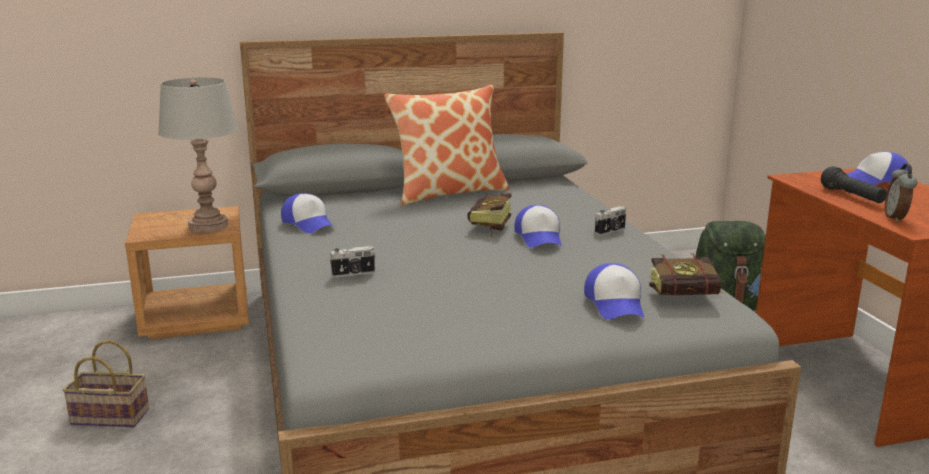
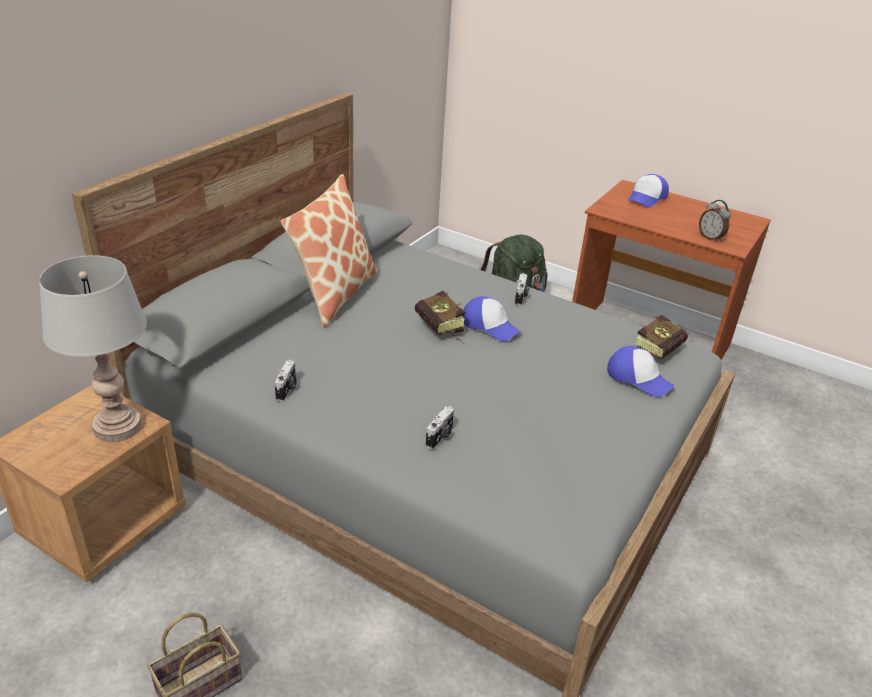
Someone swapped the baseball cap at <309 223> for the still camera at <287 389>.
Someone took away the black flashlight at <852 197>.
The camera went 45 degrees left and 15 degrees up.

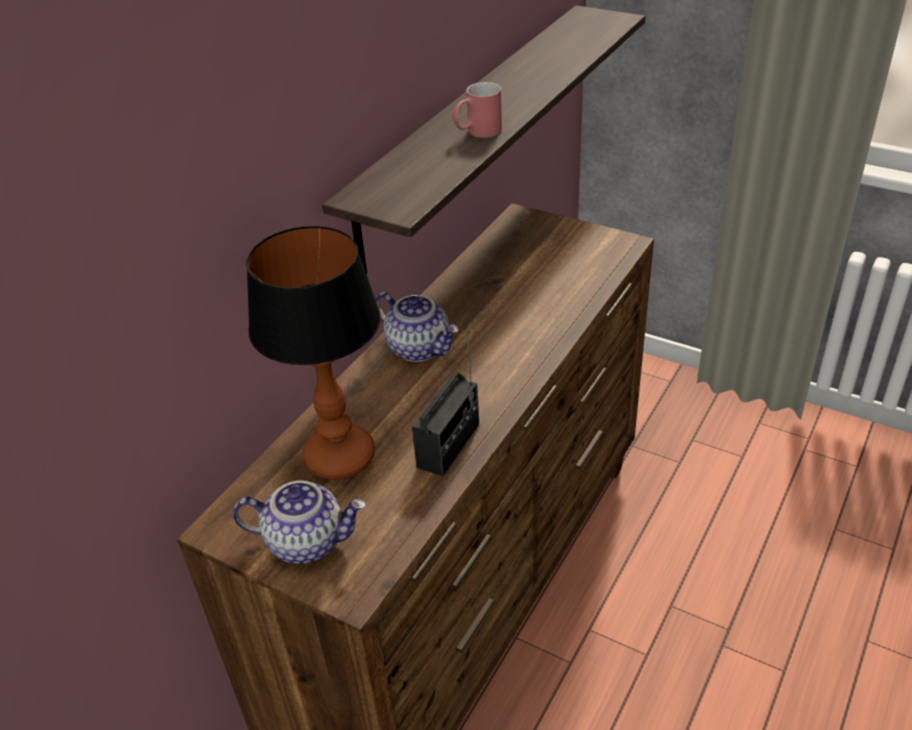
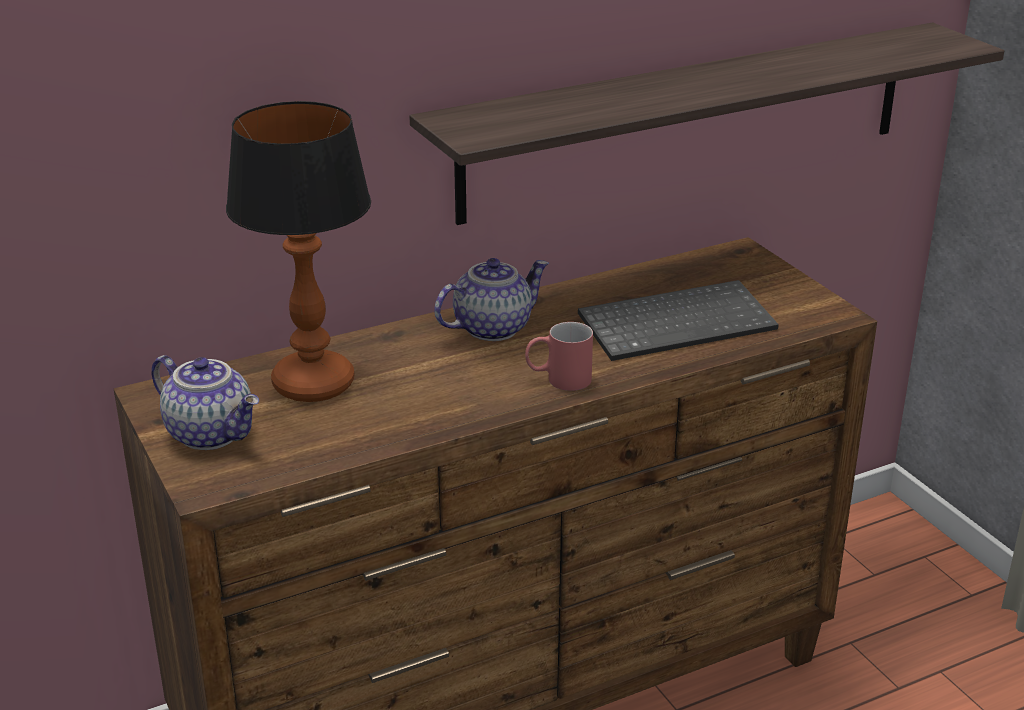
Someone rotated the teapot at <420 348> by 105 degrees counterclockwise.
Someone carried the red-coloured mug from <477 133> to <558 380>.
Someone put down the computer keyboard at <677 323>.
Someone took away the radio set at <449 446>.
The camera went 30 degrees right and 10 degrees down.

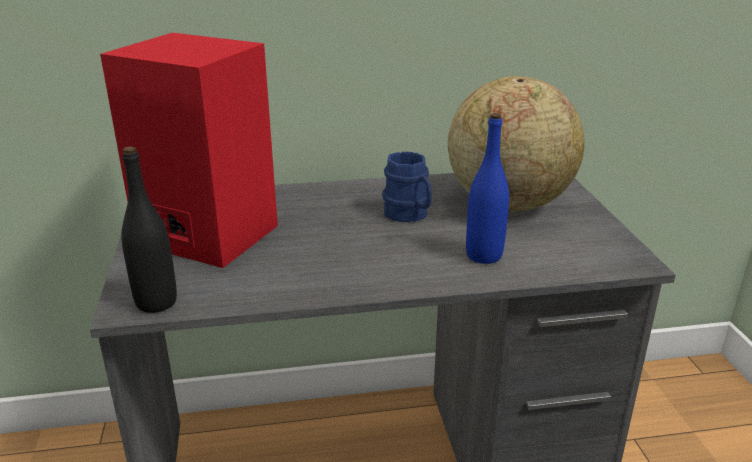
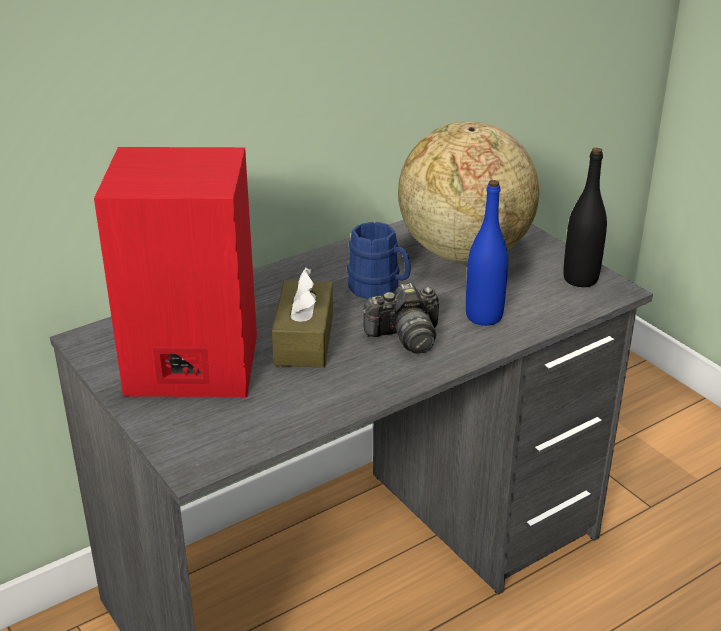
Someone put down the brown tissue box at <304 340>.
Someone put down the still camera at <405 336>.
Someone carried the black beverage bottle from <156 302> to <580 279>.
The camera went 25 degrees left and 5 degrees up.

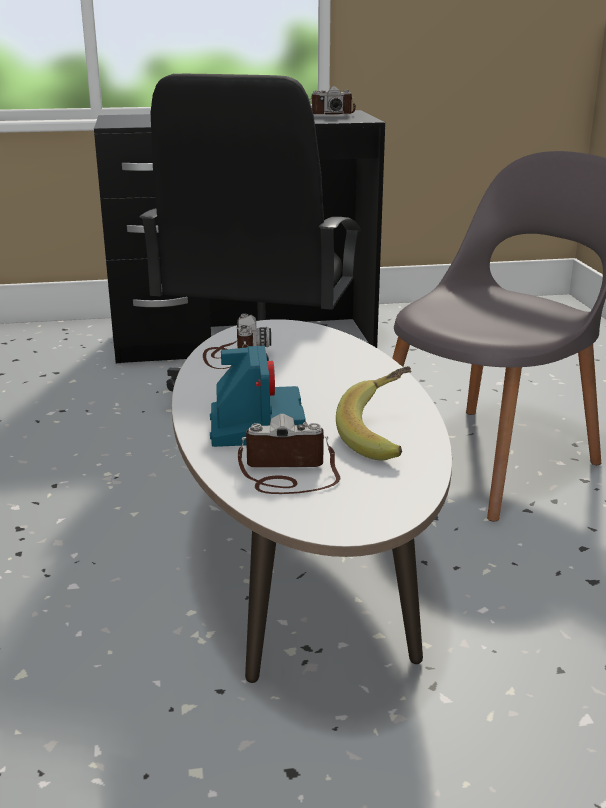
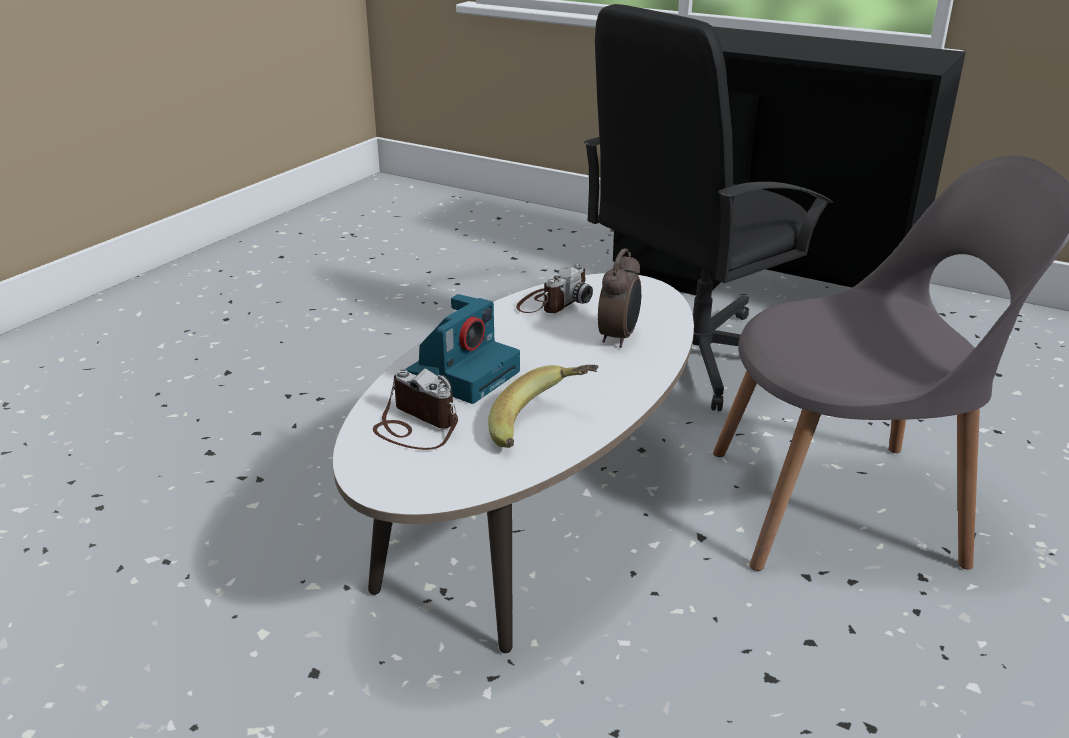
Someone put down the table clock at <619 337>.
Someone took away the still camera at <328 115>.
The camera went 40 degrees right and 5 degrees up.

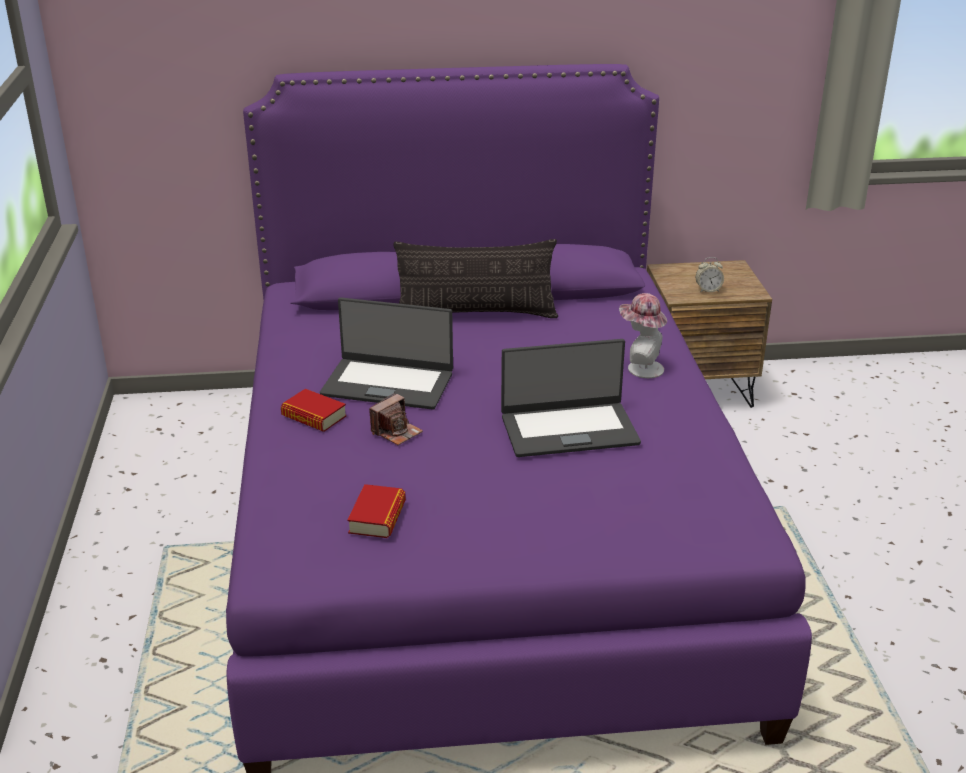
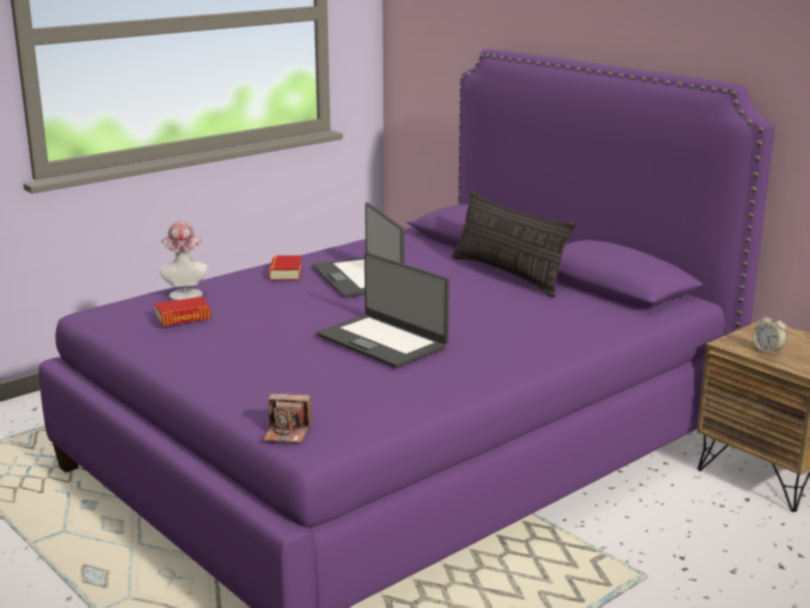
Someone carried the clothing hat from <640 368> to <185 293>.
Someone carried the still camera from <396 432> to <288 432>.
The camera went 55 degrees right and 10 degrees down.

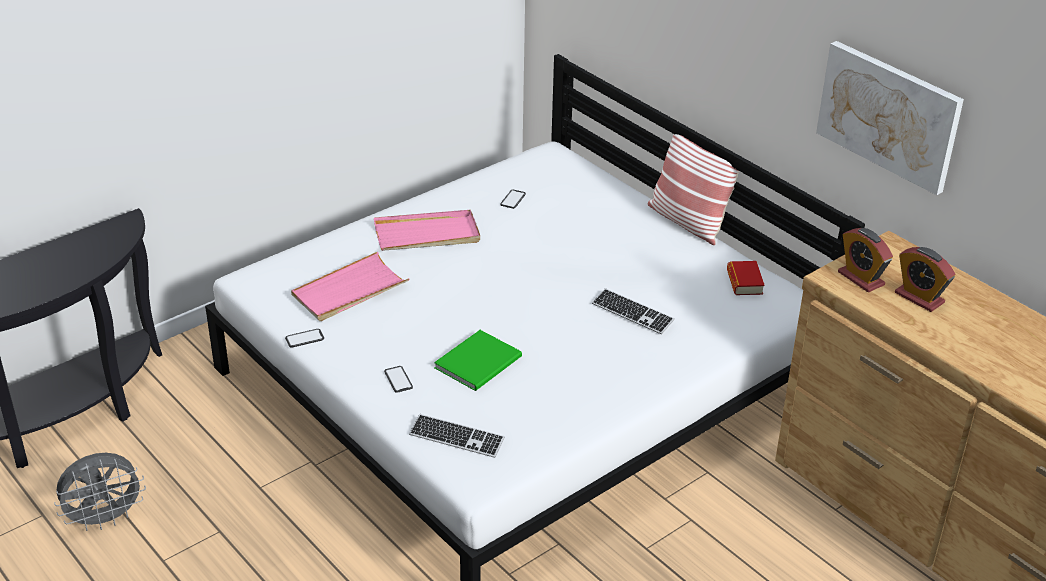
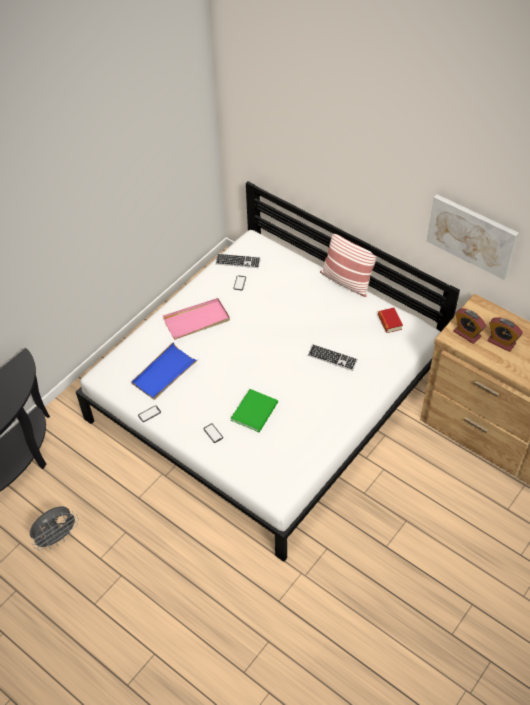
Someone repainted the pink tray at <349 291>, which became the blue-coloured tray at <164 373>.
Someone carried the computer keyboard from <457 438> to <238 262>.
The camera went 10 degrees left and 15 degrees up.

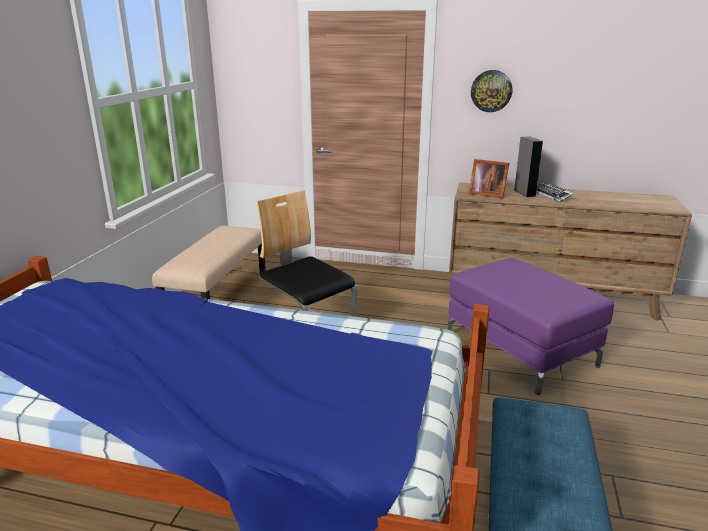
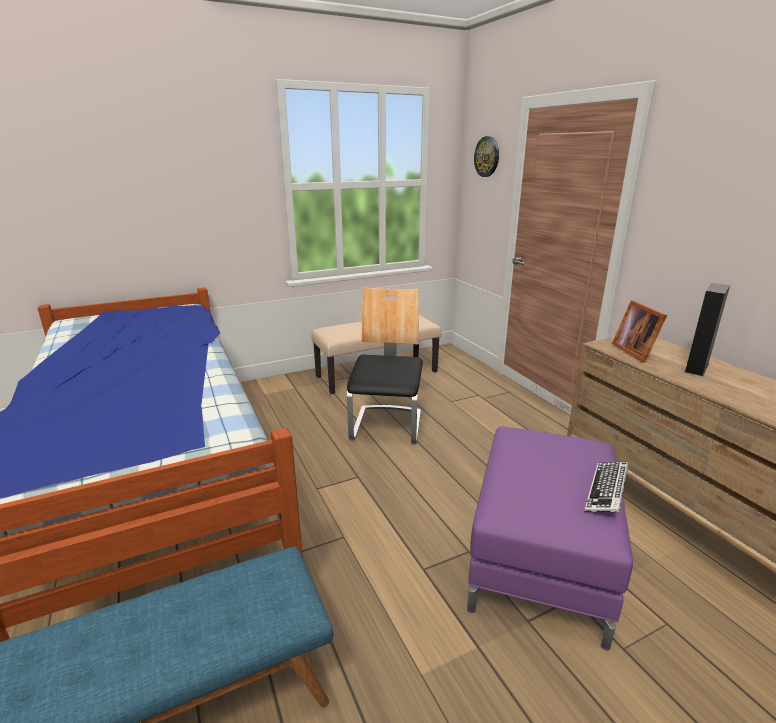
Someone carried the clock on the wall from <491 91> to <487 156>.
Someone carried the computer keyboard from <550 194> to <606 491>.
The camera went 50 degrees right and 0 degrees up.

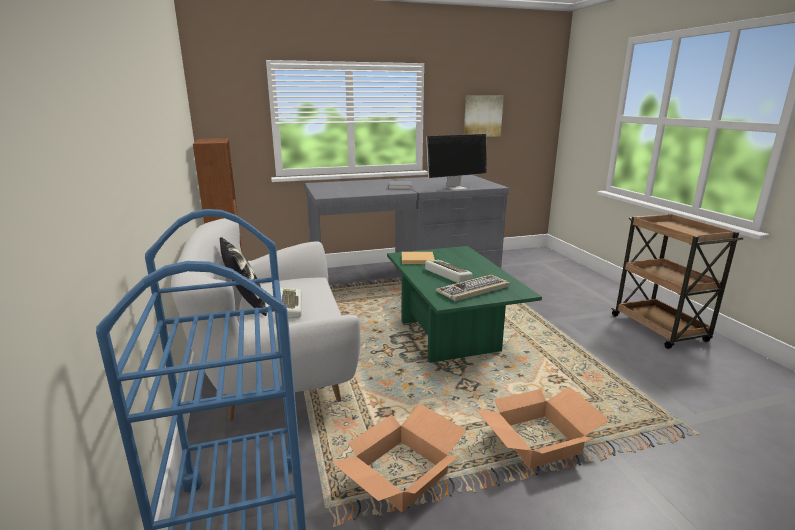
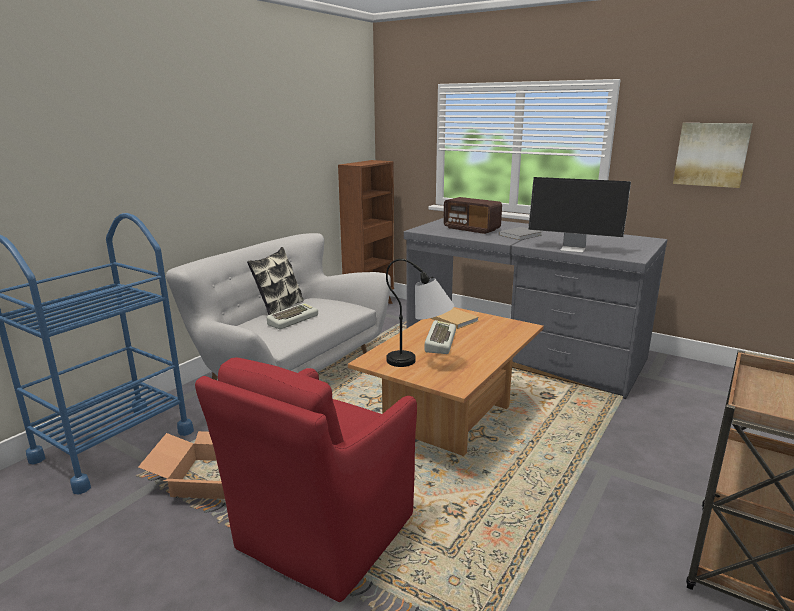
Someone swapped the carton at <537 442> for the red-coloured lounge chair at <322 535>.
Someone repainted the green-coloured lounge table at <452 336>, which became the brown lounge table at <450 419>.
Someone swapped the computer keyboard at <473 290> for the lamp for a table at <420 363>.
Someone put down the radio set at <471 229>.
The camera went 50 degrees right and 0 degrees up.

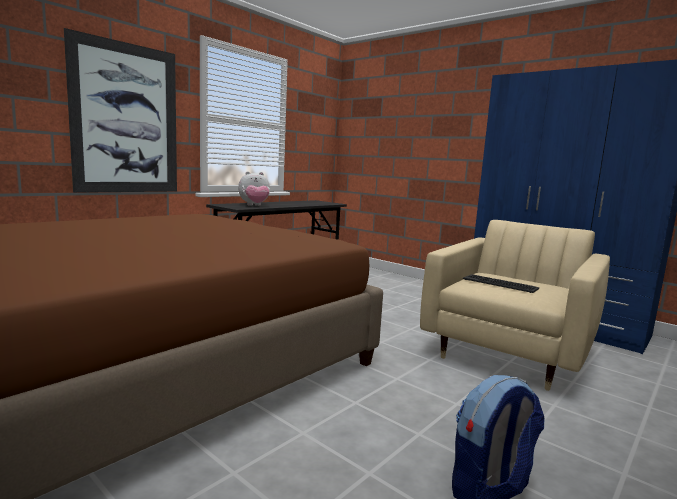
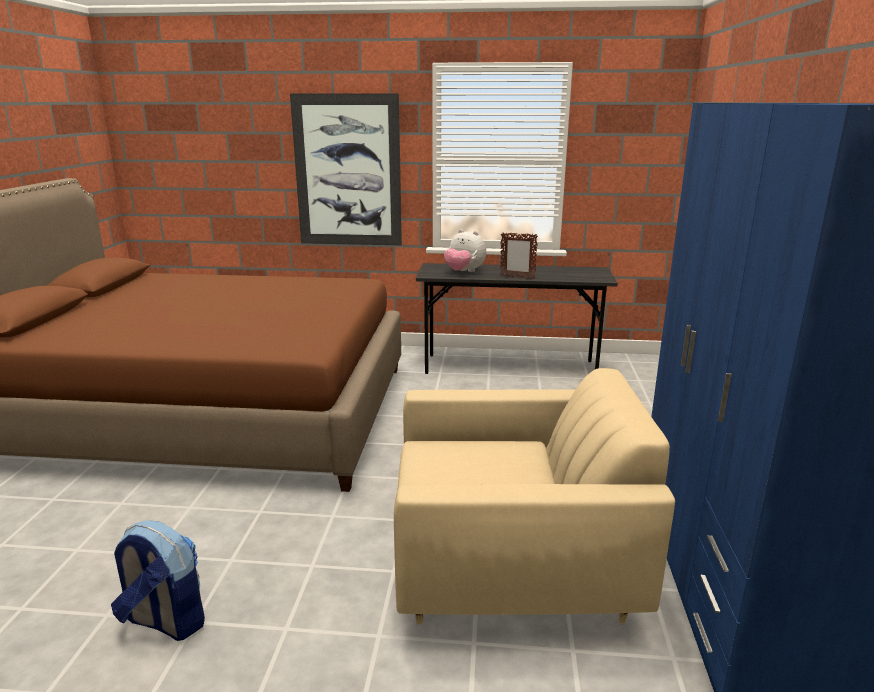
Someone put down the standing frame at <517 277>.
Someone took away the computer keyboard at <500 284>.
The camera went 55 degrees right and 10 degrees up.

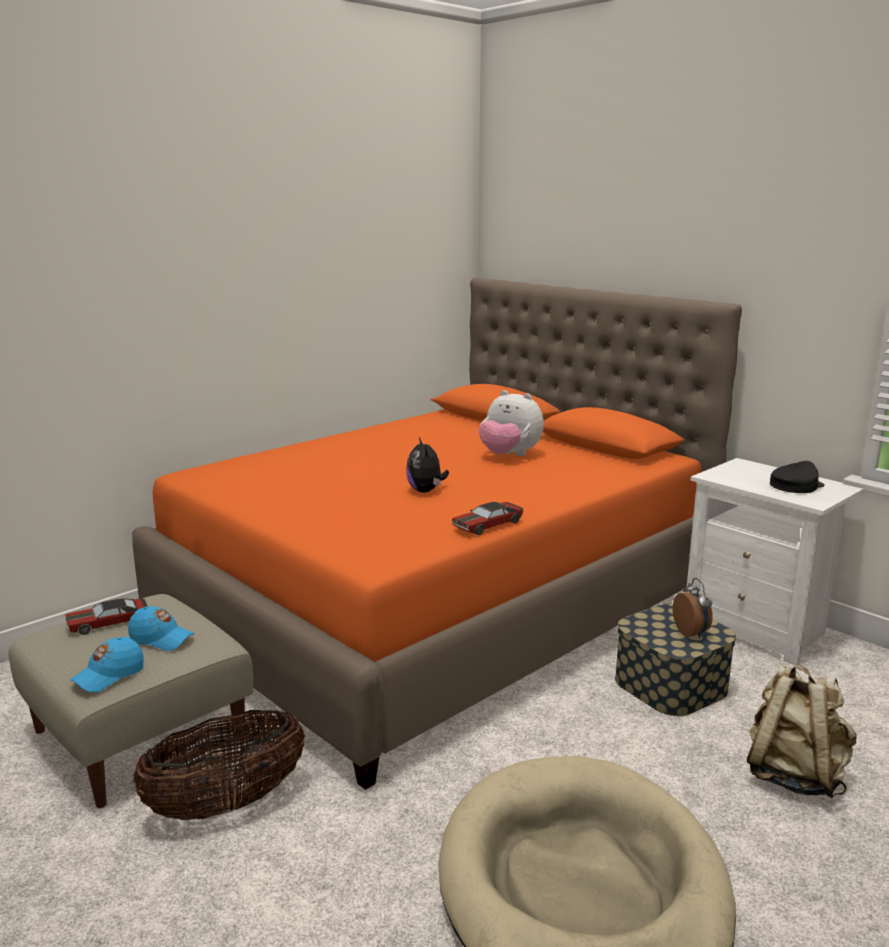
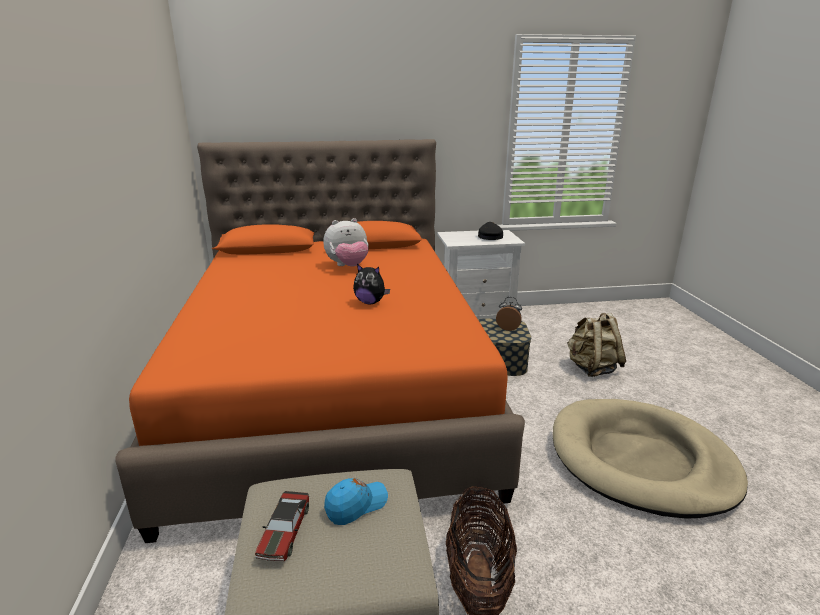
Someone took away the blue-coloured baseball cap at <109 676>.
Someone took away the miniature car at <487 525>.
The camera went 55 degrees left and 5 degrees up.

